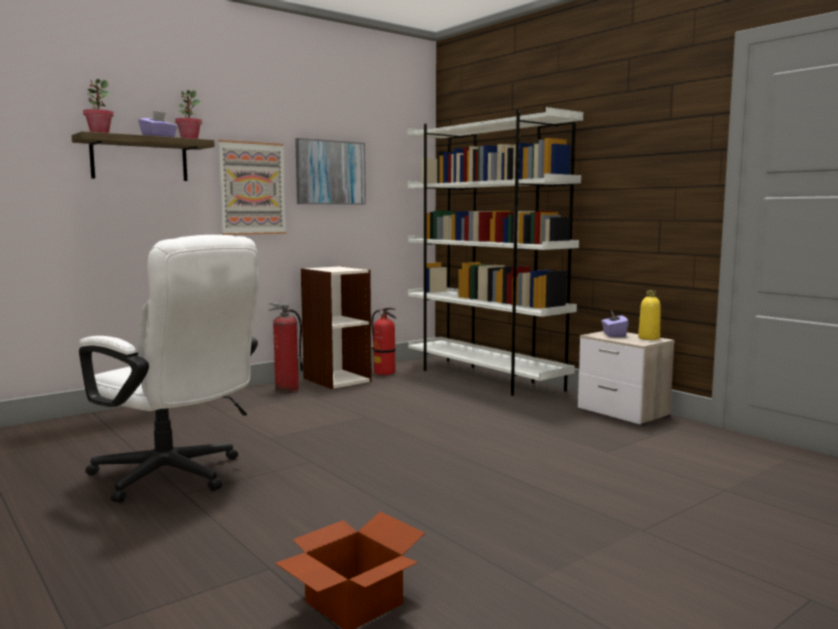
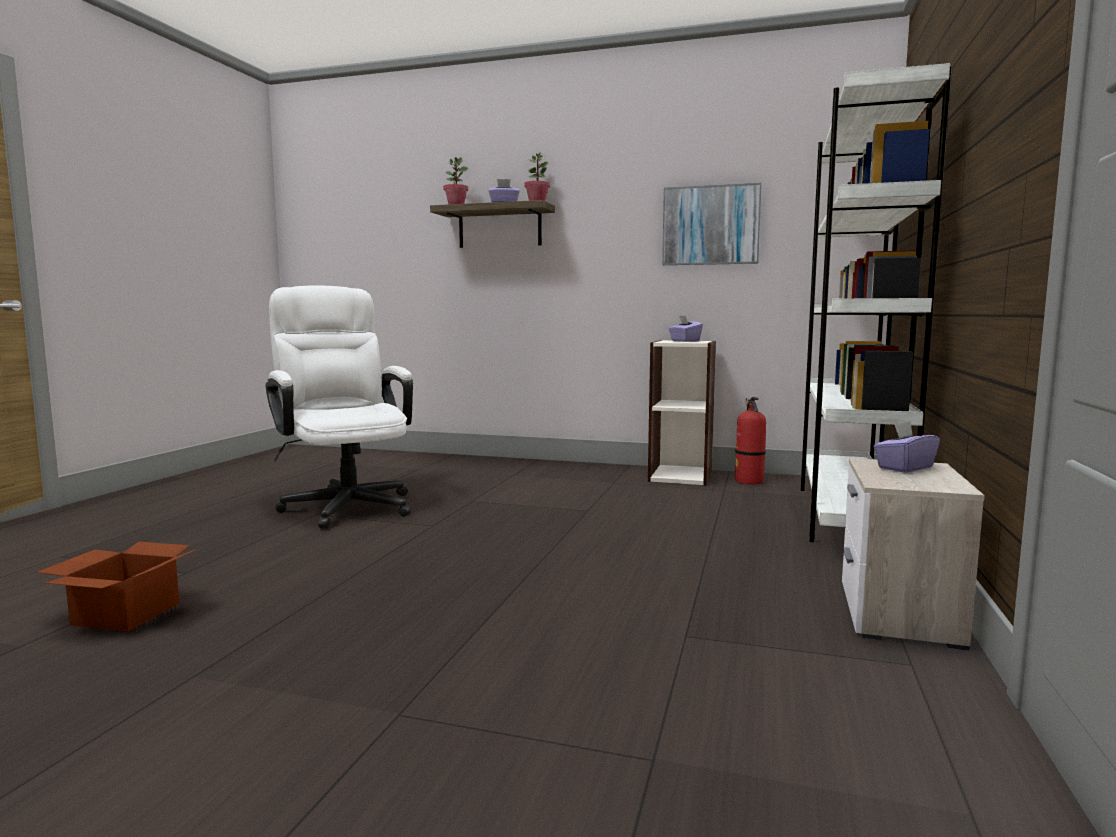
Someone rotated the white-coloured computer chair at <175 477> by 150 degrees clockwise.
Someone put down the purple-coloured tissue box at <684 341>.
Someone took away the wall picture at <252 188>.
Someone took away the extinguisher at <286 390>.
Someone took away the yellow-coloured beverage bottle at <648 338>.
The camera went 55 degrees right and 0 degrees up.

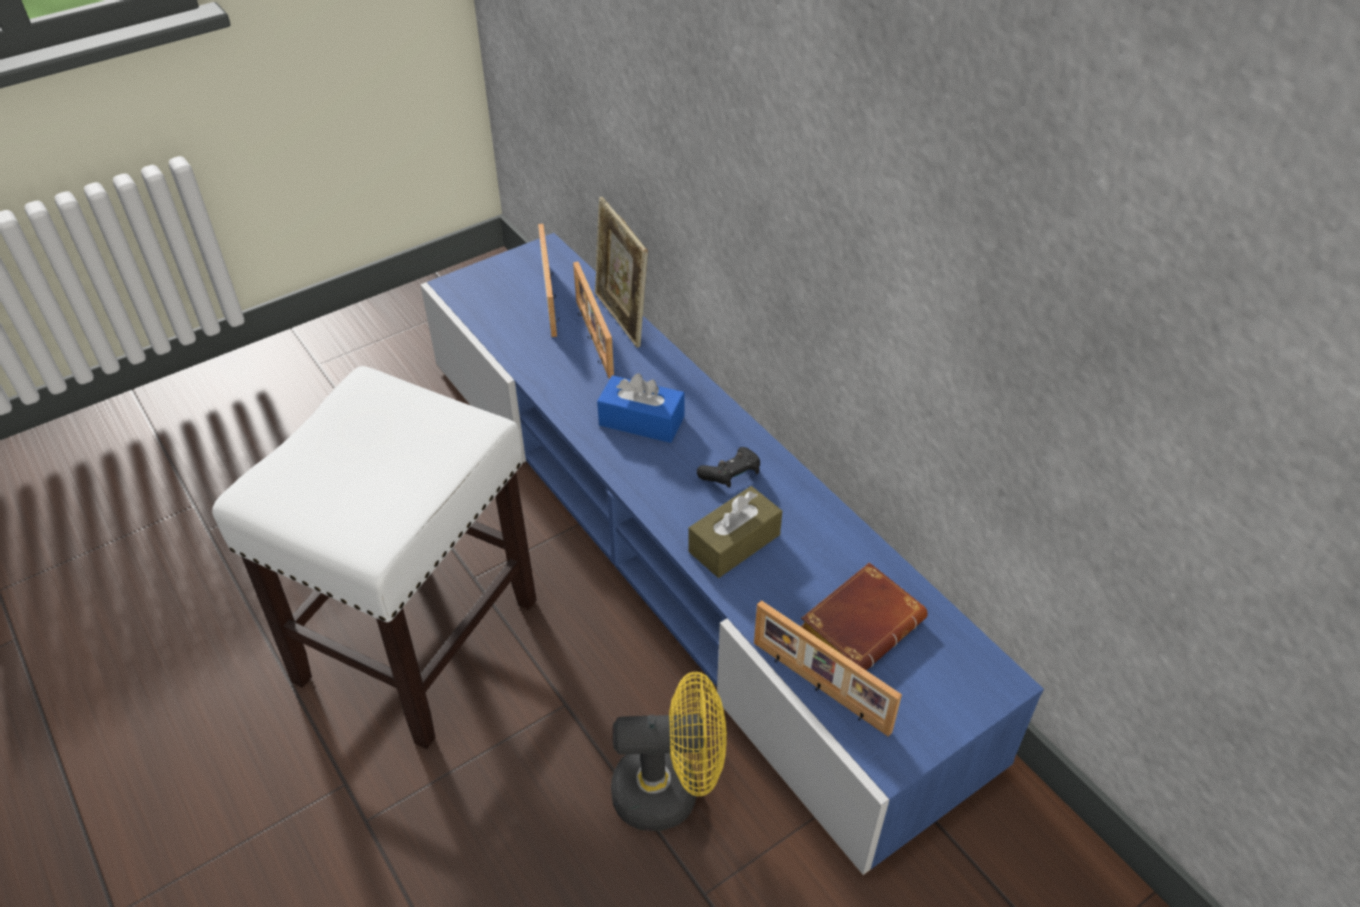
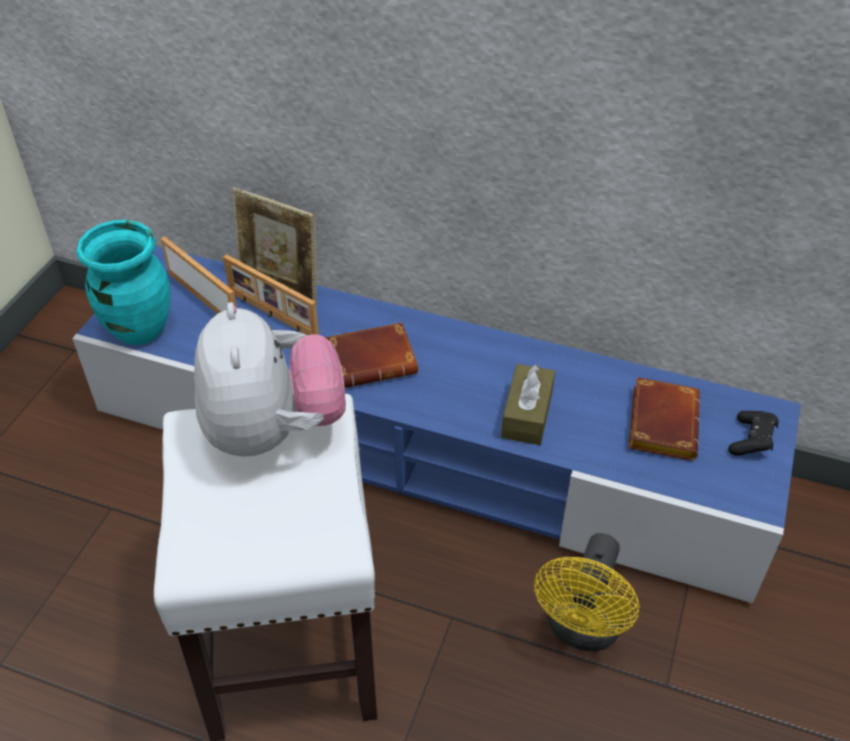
Someone put down the turquoise flower vase at <139 329>.
Someone put down the cuddly toy at <273 431>.
Someone swapped the blue-coloured tissue box at <641 421> for the brown volume at <373 360>.
Someone rotated the yellow-coloured fan at <670 791> by 150 degrees clockwise.
Someone carried the black gamepad from <731 476> to <751 441>.
Someone took away the standing frame at <819 688>.
The camera went 35 degrees left and 0 degrees up.

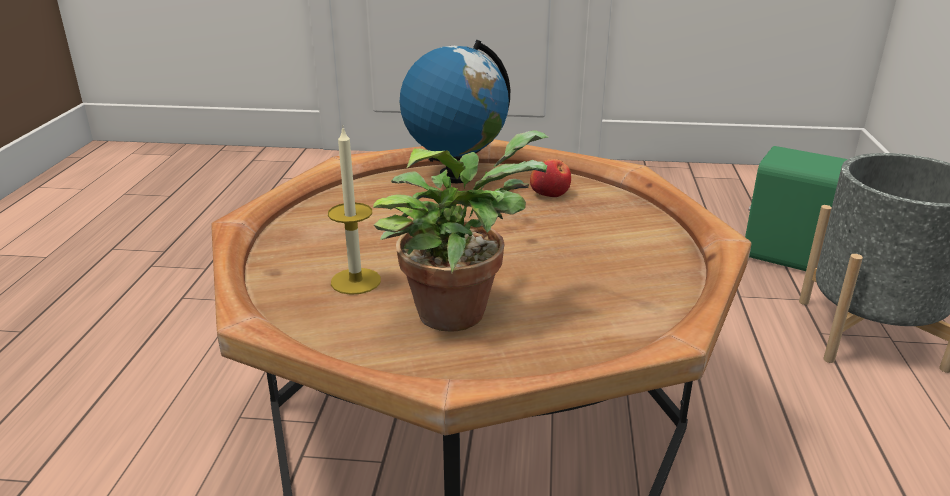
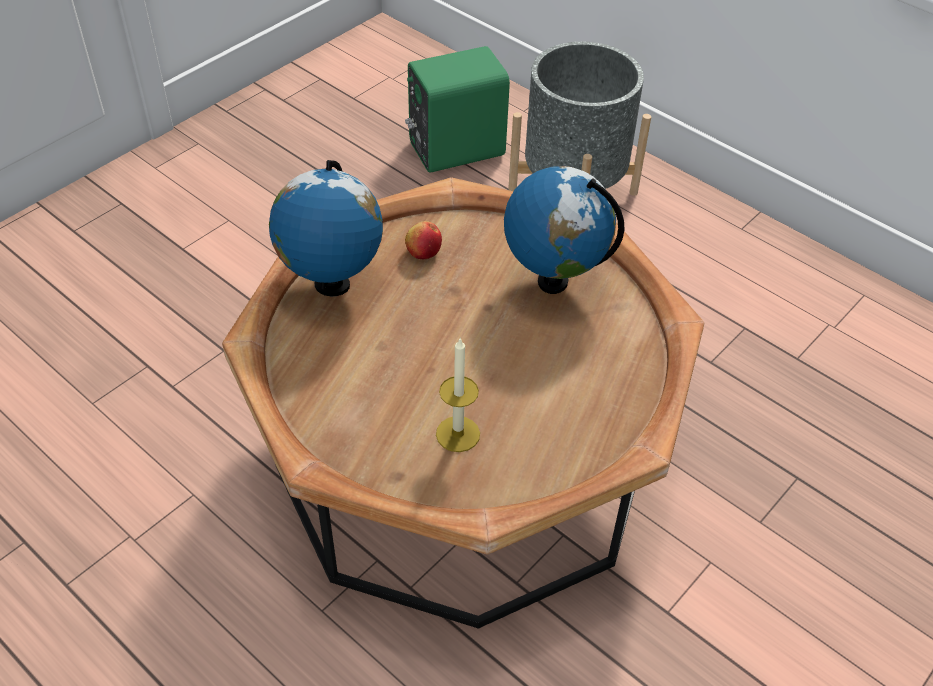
Someone put down the world globe at <553 281>.
Someone took away the plant in a pot at <457 308>.
The camera went 55 degrees left and 20 degrees up.

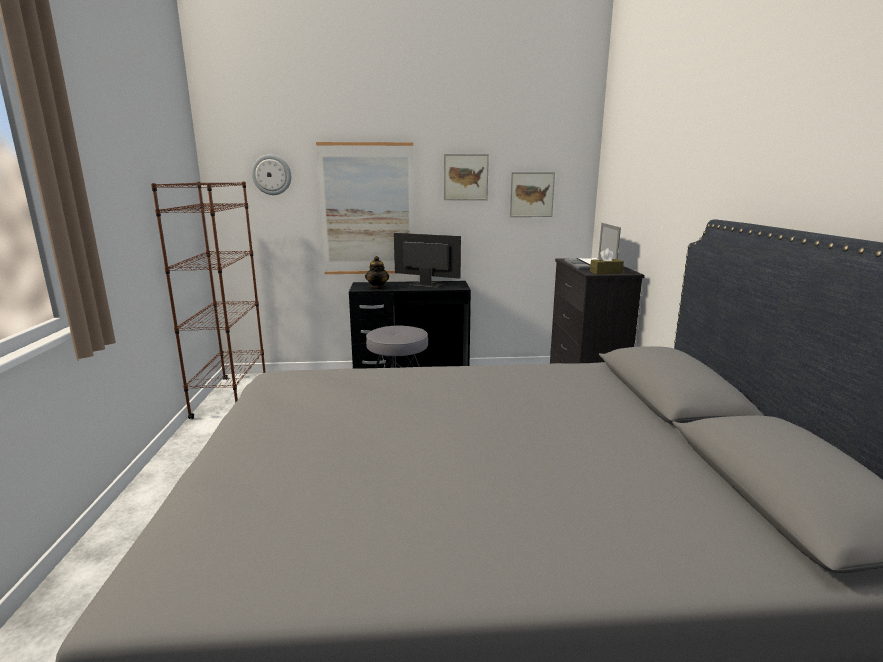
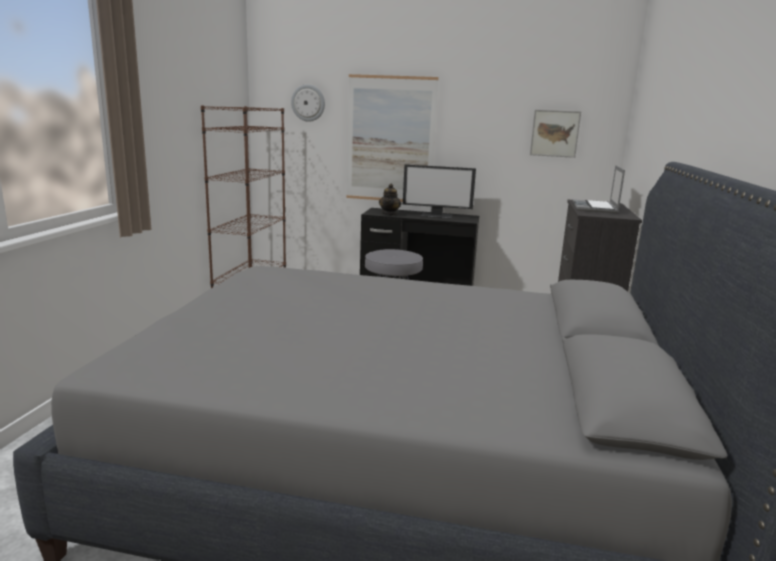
Someone rotated the computer display at <426 285> by 150 degrees clockwise.
Someone took away the wall picture at <465 177>.
Someone took away the brown tissue box at <606 272>.
The camera went 15 degrees right and 0 degrees up.

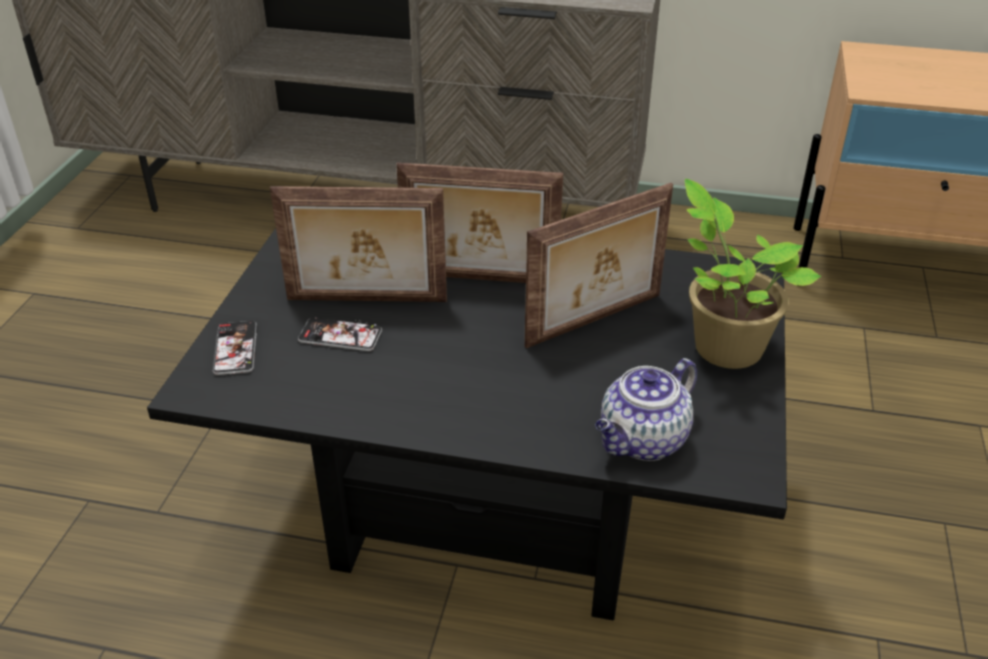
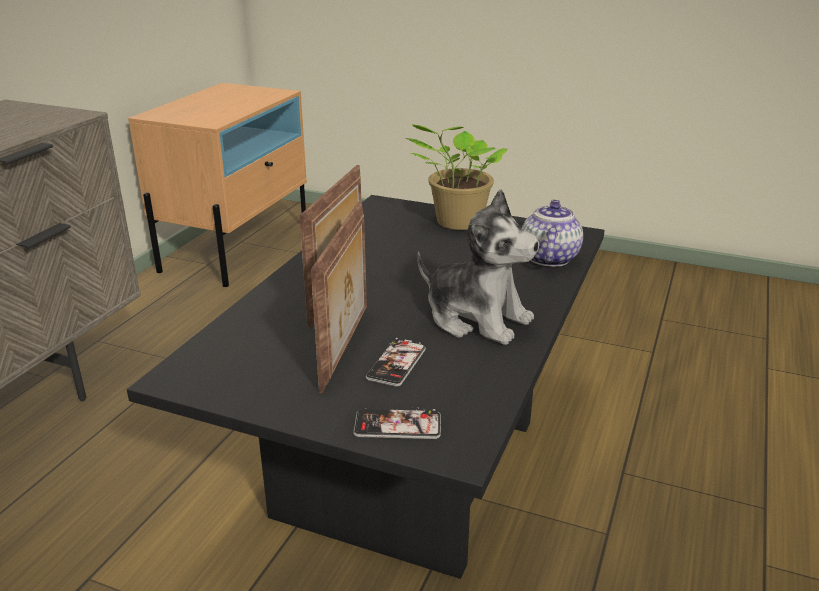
Someone put down the cuddly toy at <477 318>.
Someone rotated the teapot at <642 441> by 135 degrees counterclockwise.
Someone took away the standing frame at <595 321>.
The camera went 80 degrees left and 10 degrees down.

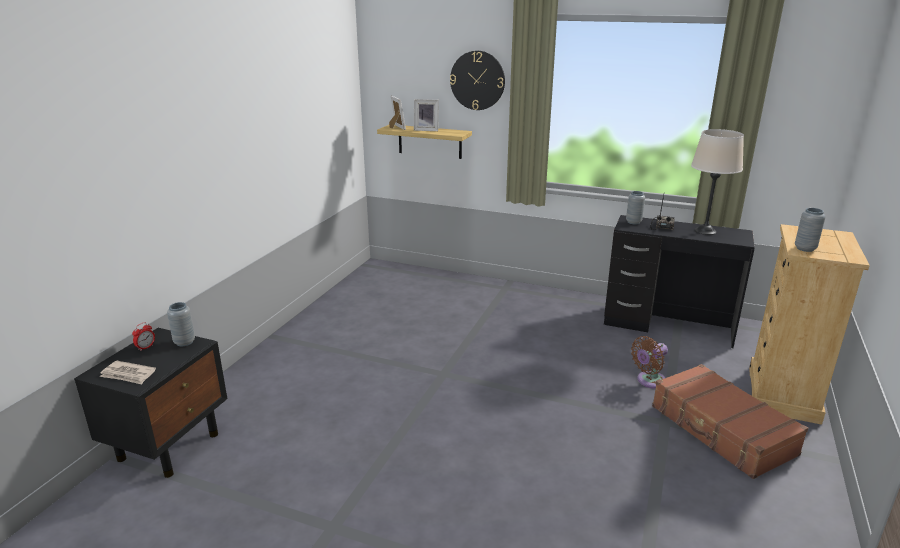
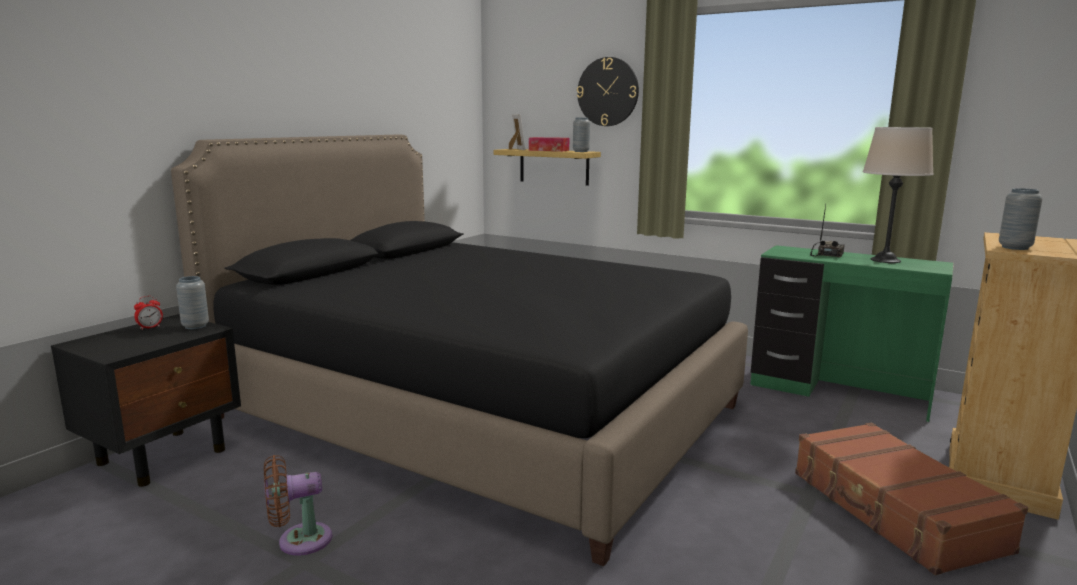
Someone put down the black bedroom bed at <479 412>.
Someone carried the brown fan from <649 381> to <299 541>.
Someone swapped the standing frame at <426 130> for the tissue box at <549 150>.
Someone carried the gray flower vase from <633 222> to <581 151>.
Someone repainted the black desk table at <668 327>, which became the green-coloured desk table at <838 393>.
Someone took away the daily paper at <128 374>.
The camera went 10 degrees right and 10 degrees down.

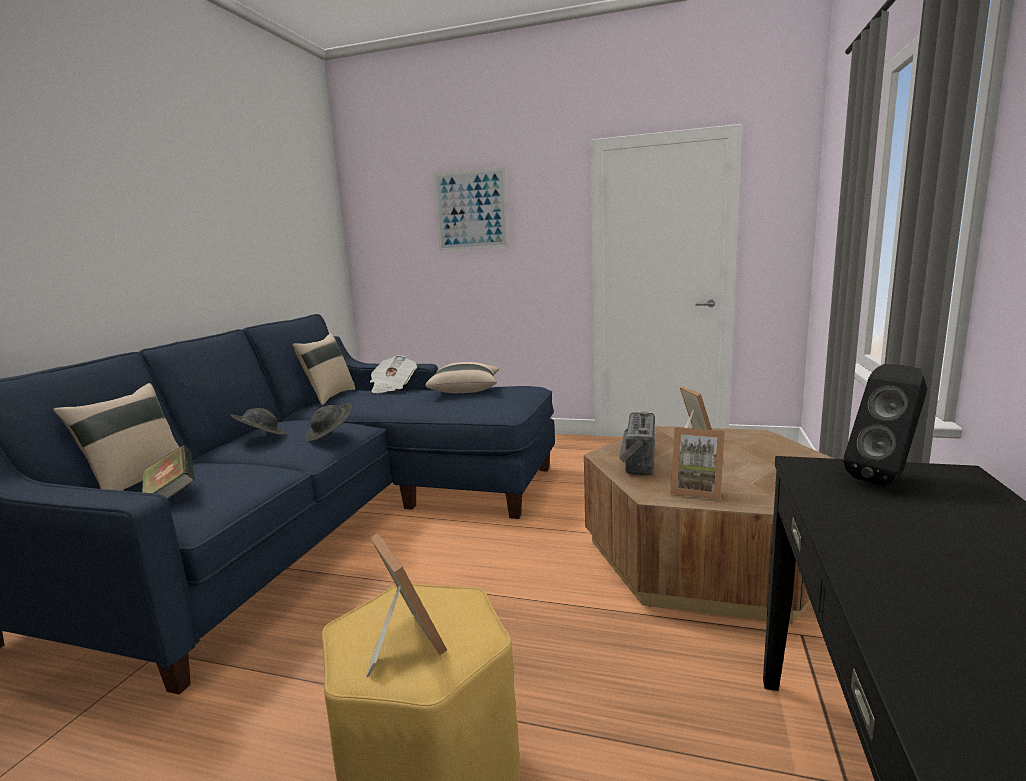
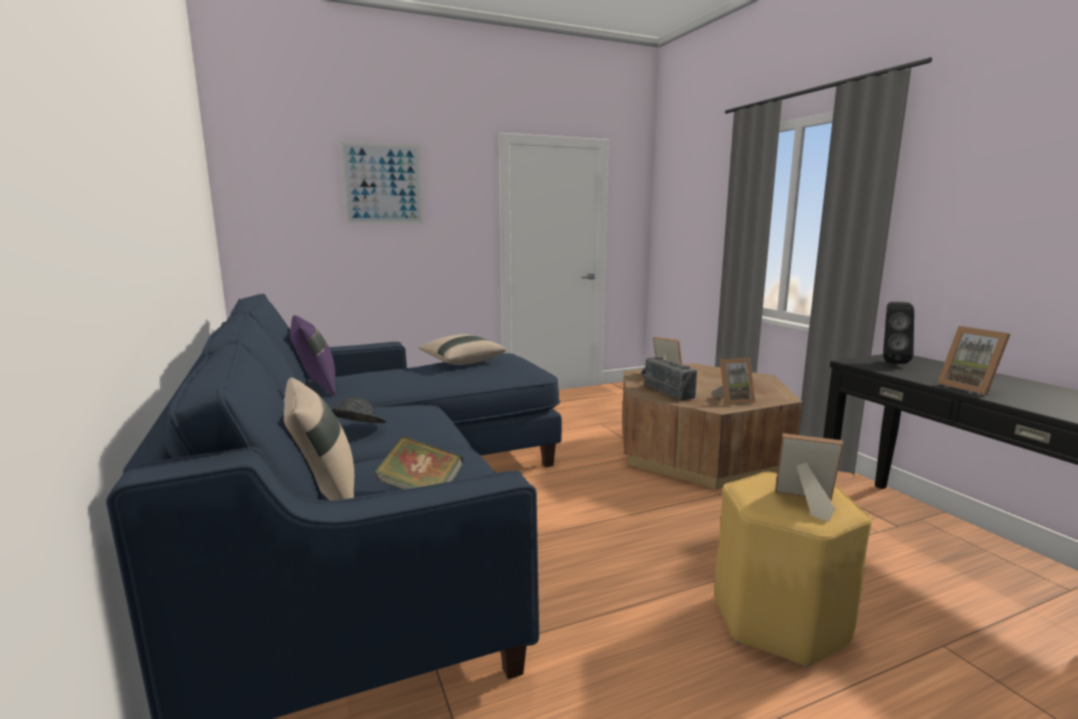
Someone repainted the beige-coloured throw pillow at <329 396>, which became the purple-coloured throw pillow at <315 387>.
Someone put down the standing frame at <970 387>.
Someone took away the gray clothing hat at <330 435>.
Someone took away the daily paper at <392 387>.
The camera went 40 degrees left and 0 degrees up.

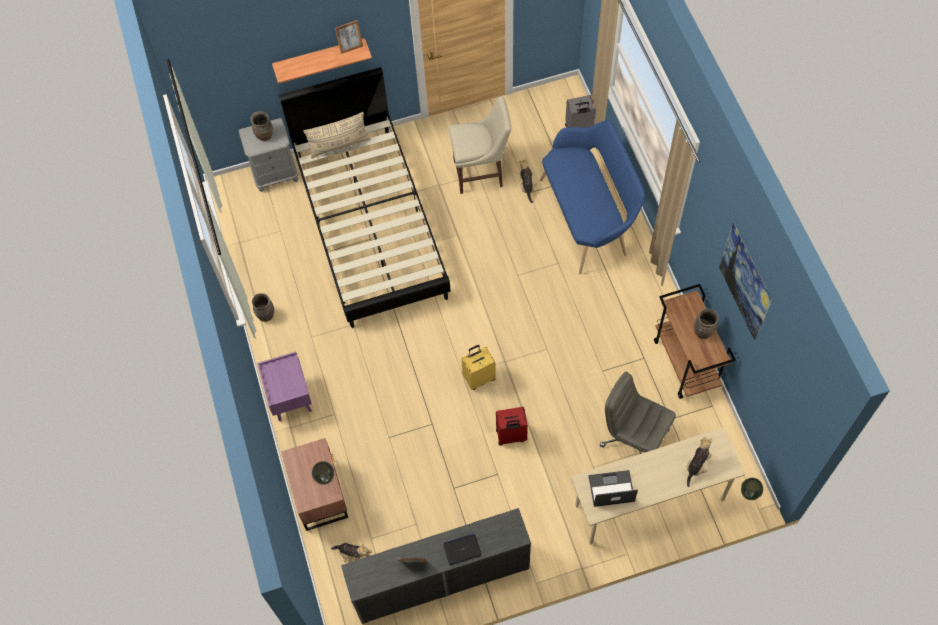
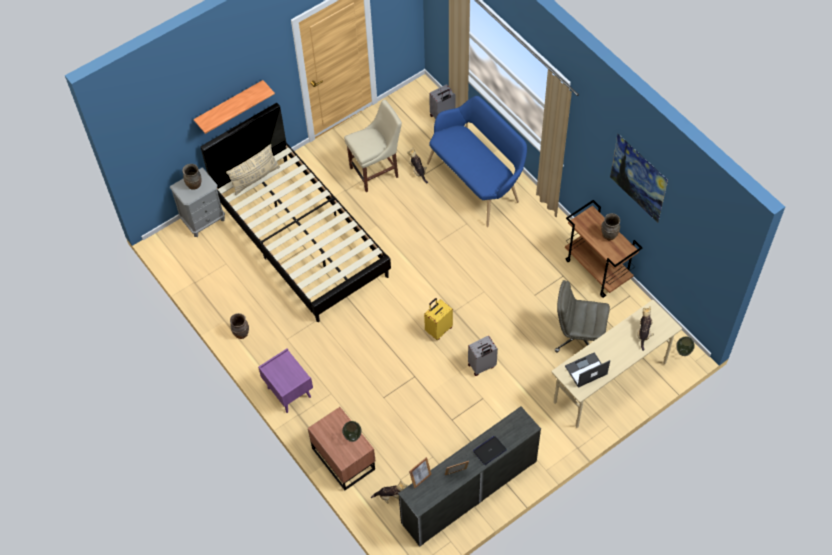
Someone carried the standing frame from <351 47> to <420 479>.
Someone repainted the red-coloured piece of luggage at <511 436>, which became the gray piece of luggage at <482 366>.
The camera went 20 degrees left and 5 degrees down.

